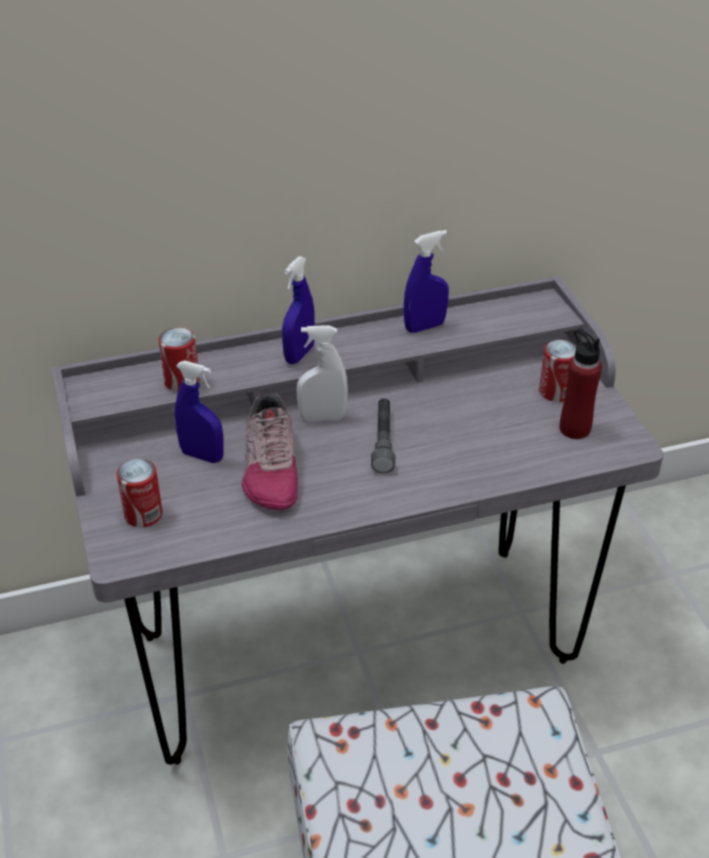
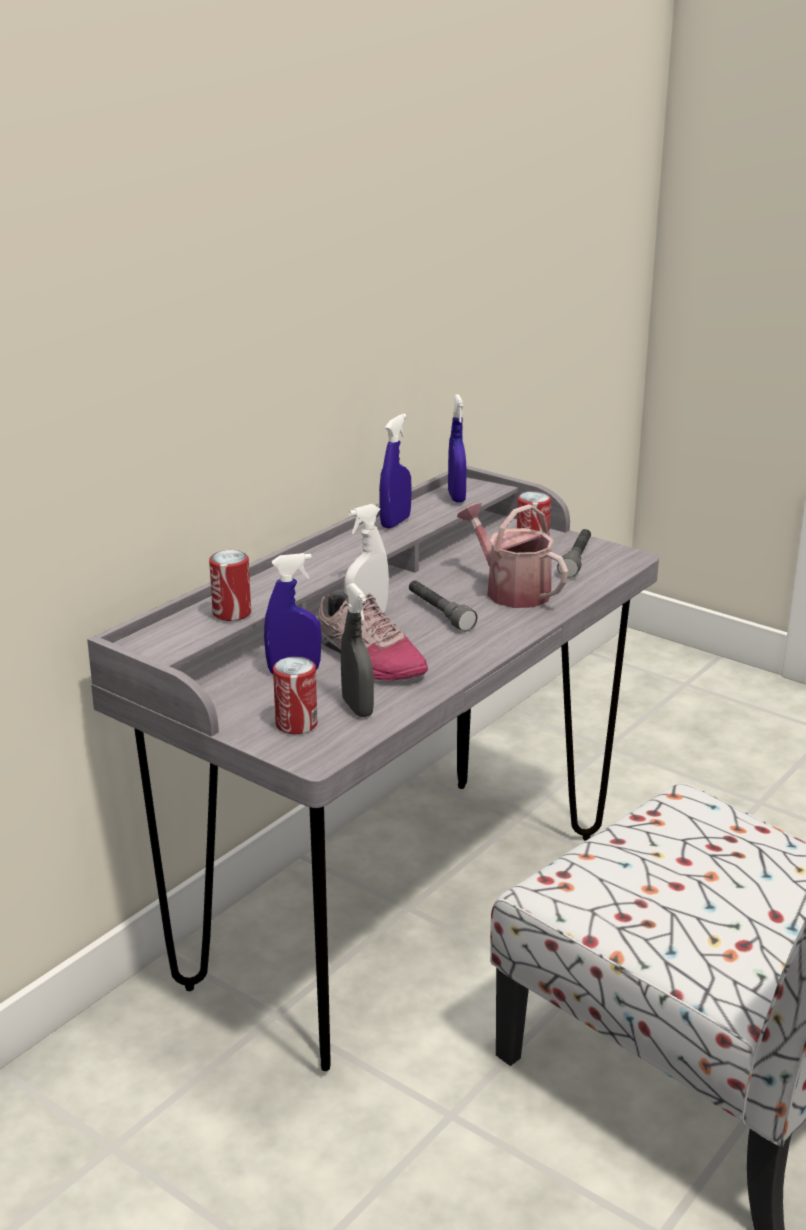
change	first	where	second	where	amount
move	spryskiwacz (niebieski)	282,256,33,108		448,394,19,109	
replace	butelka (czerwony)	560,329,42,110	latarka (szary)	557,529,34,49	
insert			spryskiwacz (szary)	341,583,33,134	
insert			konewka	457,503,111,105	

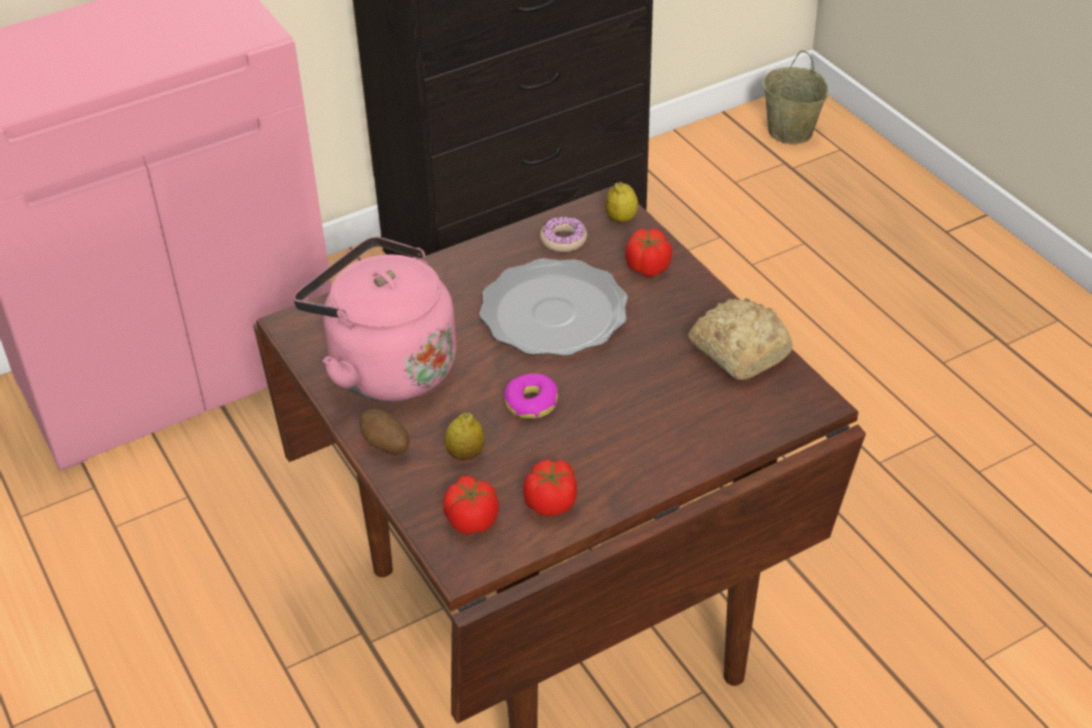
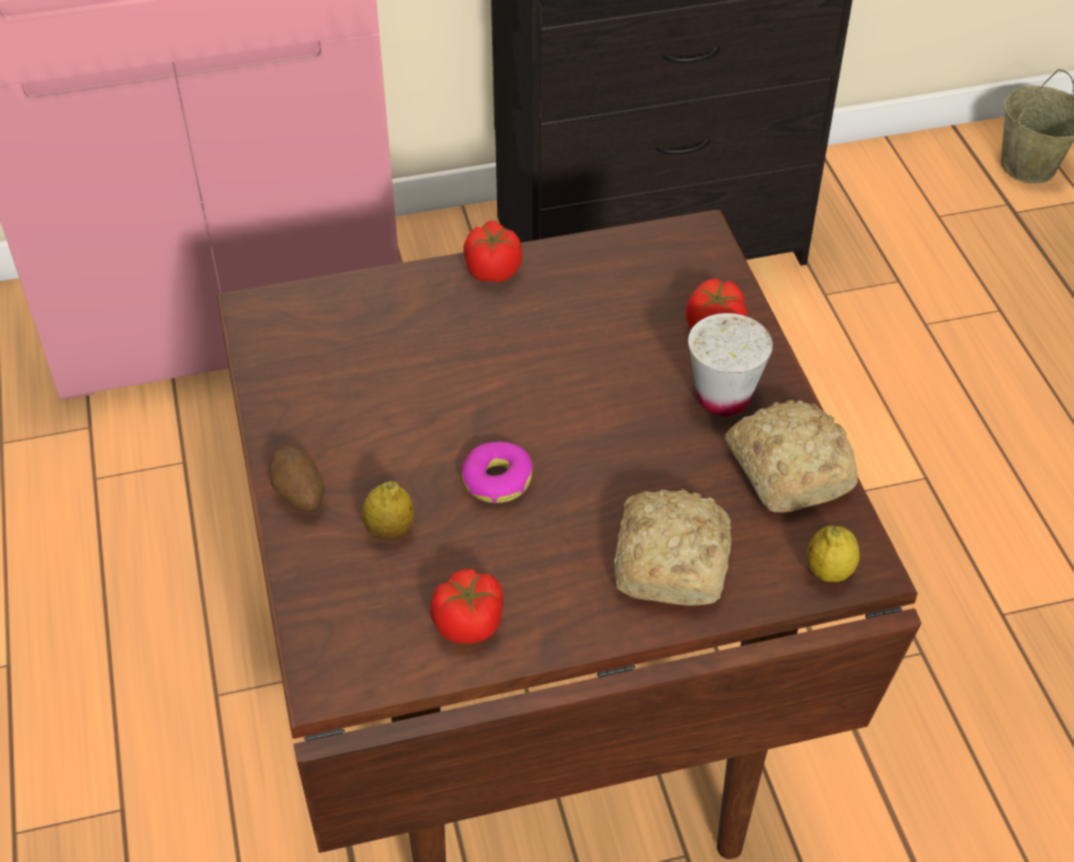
change	first	where	second	where	amount
delete	czajnik (różowy)	293,236,163,166			
move	pomidor	443,475,56,60		463,221,59,62	
delete	talerz	479,258,149,98			
delete	donut	540,217,47,35			
move	cytryna	605,182,33,41		807,526,53,56	
insert			chleb	614,489,117,116	
insert			filiżanka (biały)	688,313,85,103	

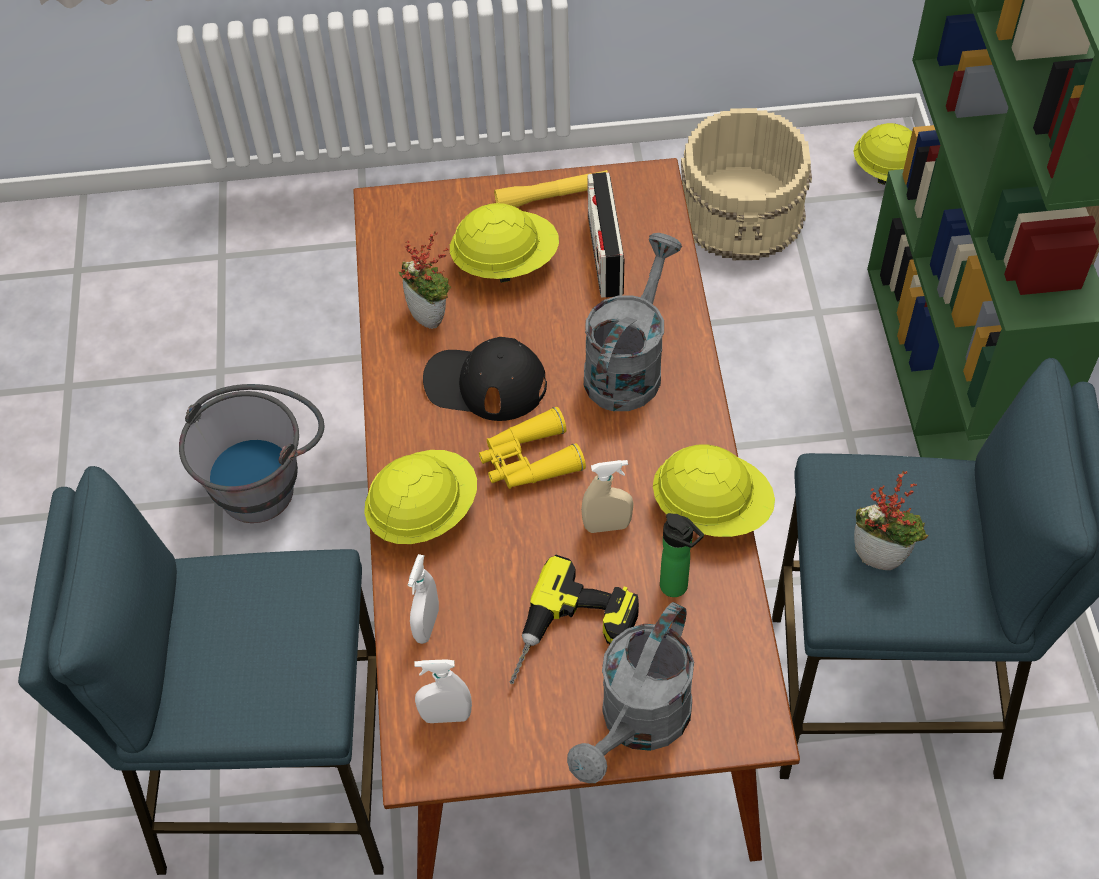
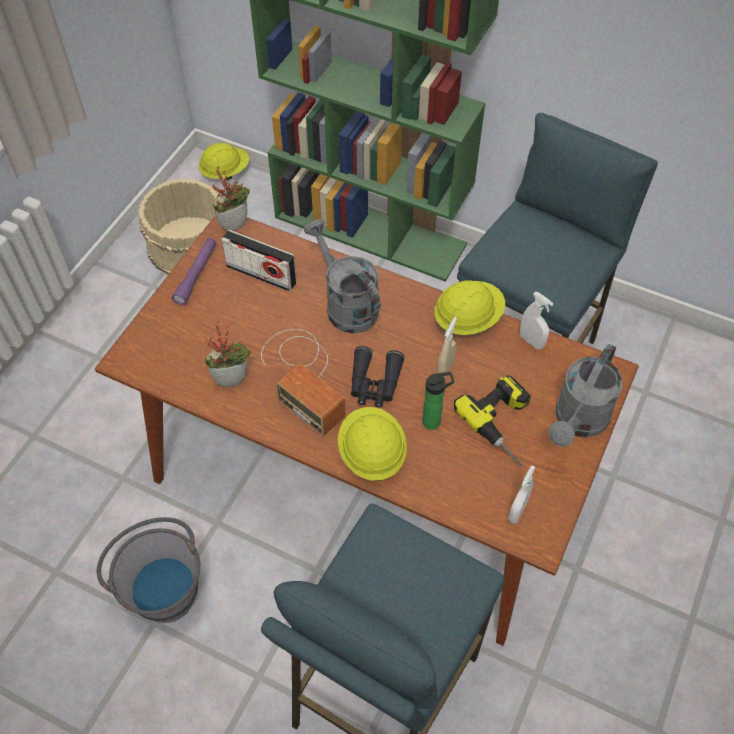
change	first	where	second	where	amount
move	spryskiwacz (biały)	408,554,31,90		520,292,34,57	
replace	czapka z daszkiem (czarny)	423,337,124,84	radio	261,329,84,108	
delete	kask (żółty)	450,203,109,80			
recolor	lornetka (żółty)	479,407,107,82	lornetka (czarny)	351,346,54,61	
recolor	latarka (żółty)	494,170,114,37	latarka (fioletowy)	172,238,45,67	
rotate	konewka (szary)	567,602,127,181		549,343,74,104	60 degrees clockwise
move	butelka	660,513,44,84		422,372,32,58	
move	roślina doniczkowa	854,471,75,99		212,166,38,66	

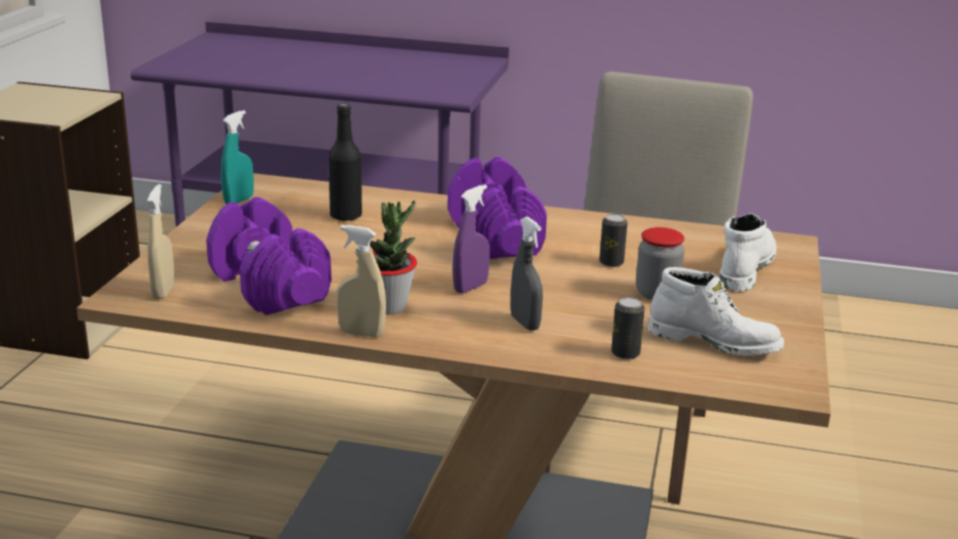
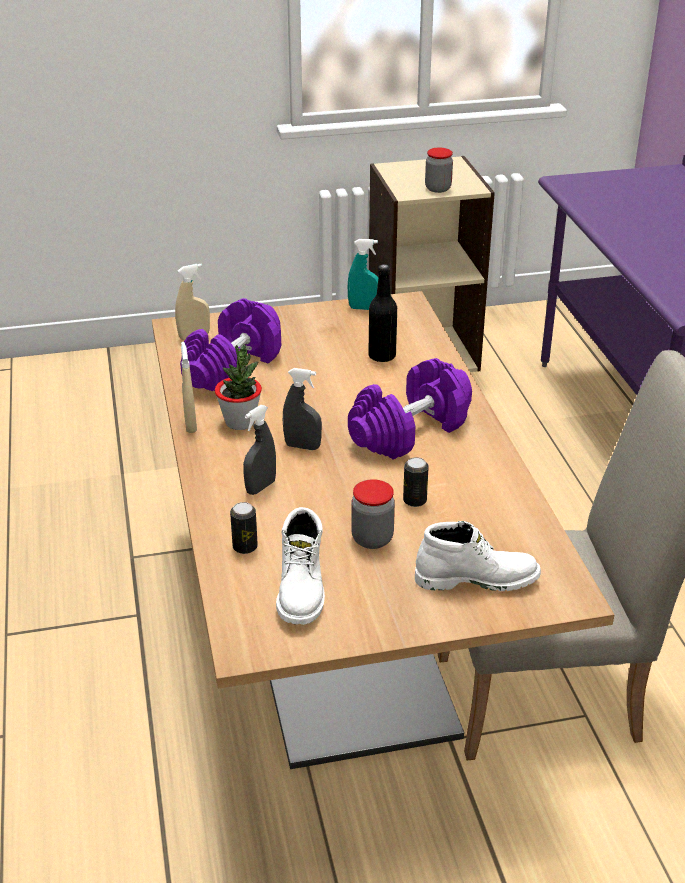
change	first	where	second	where	amount
recolor	spryskiwacz (fioletowy)	453,185,37,108	spryskiwacz (szary)	283,368,39,82	
insert			słoik	425,148,28,45	

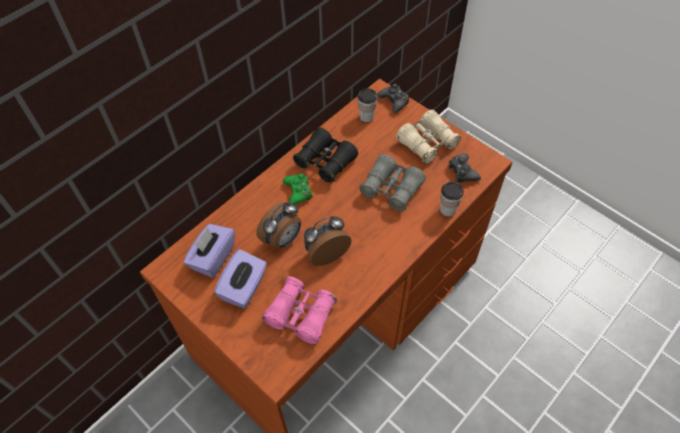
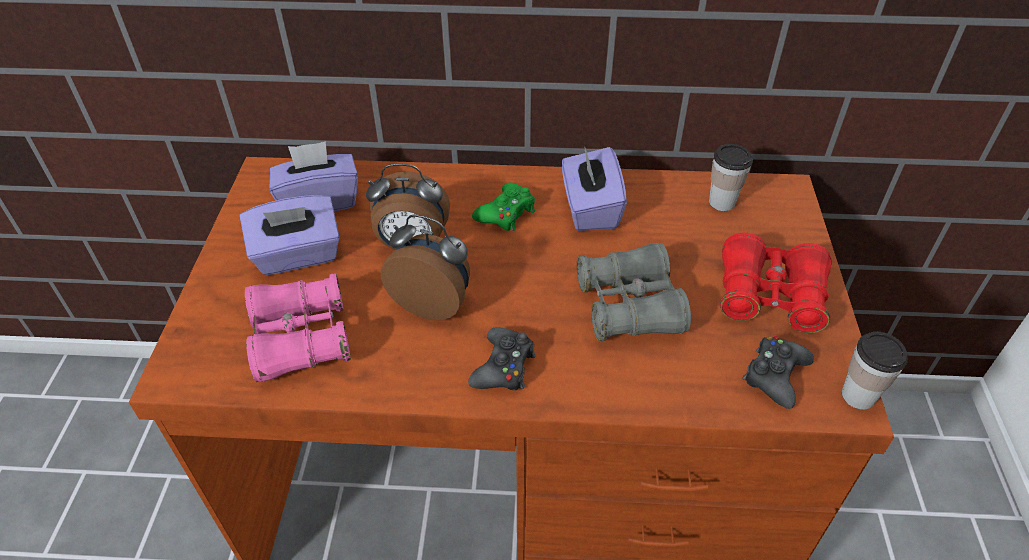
change	first	where	second	where	amount
replace	lornetka (czarny)	293,127,65,56	pudełko chusteczek (fioletowy)	562,146,65,85	
move	pad do gier (czarny)	377,84,32,29		468,327,68,63	
recolor	lornetka (beżowy)	396,110,65,54	lornetka (czerwony)	720,233,112,100	
move	filiżanka	440,182,24,34		842,332,66,78	

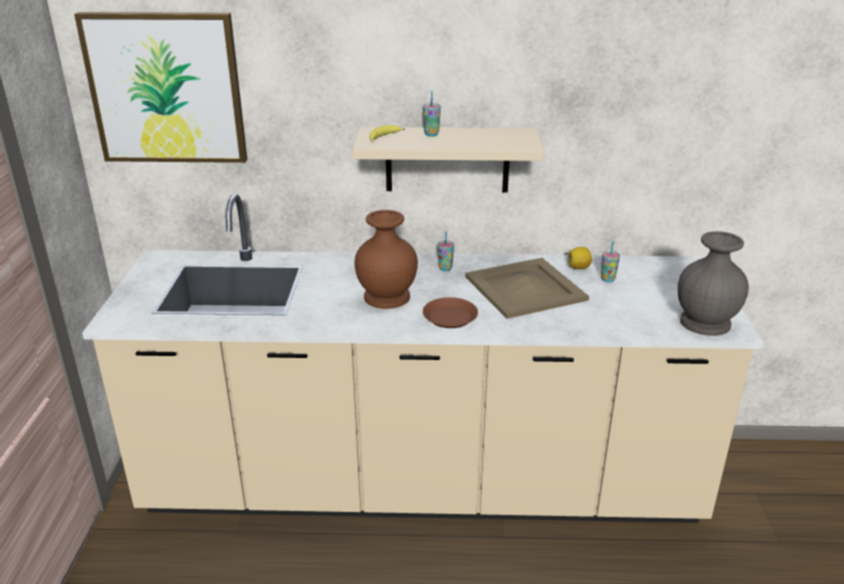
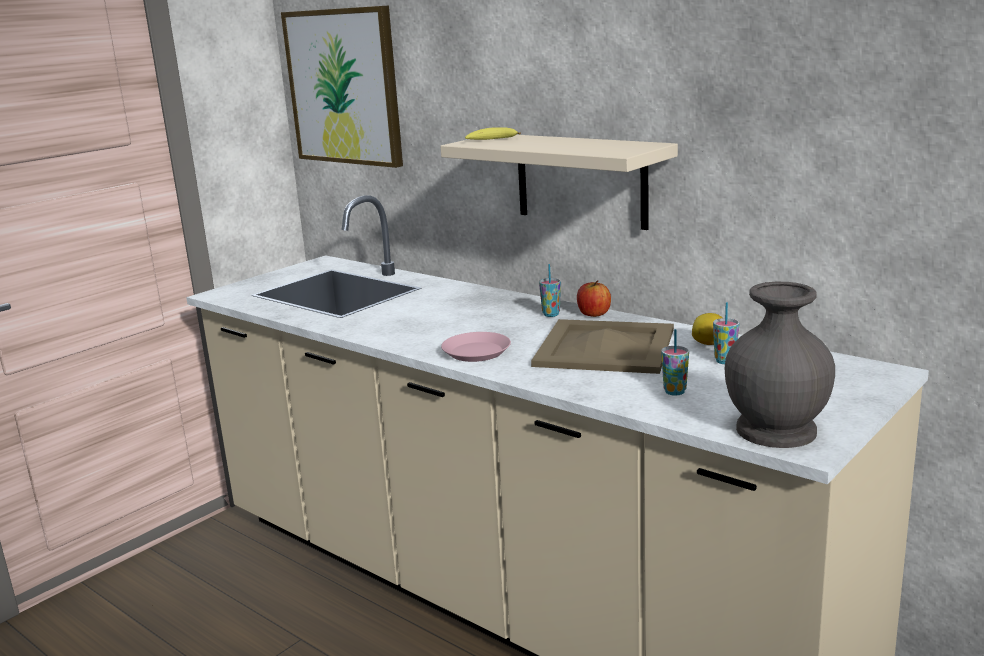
change	first	where	second	where	amount
delete	wazon (brązowy)	354,210,64,99			
move	filiżanka	423,91,18,46		661,329,28,67	
recolor	talerz (brązowy)	423,297,55,31	talerz (różowy)	441,332,70,30	
insert			jabłko	577,280,34,37	

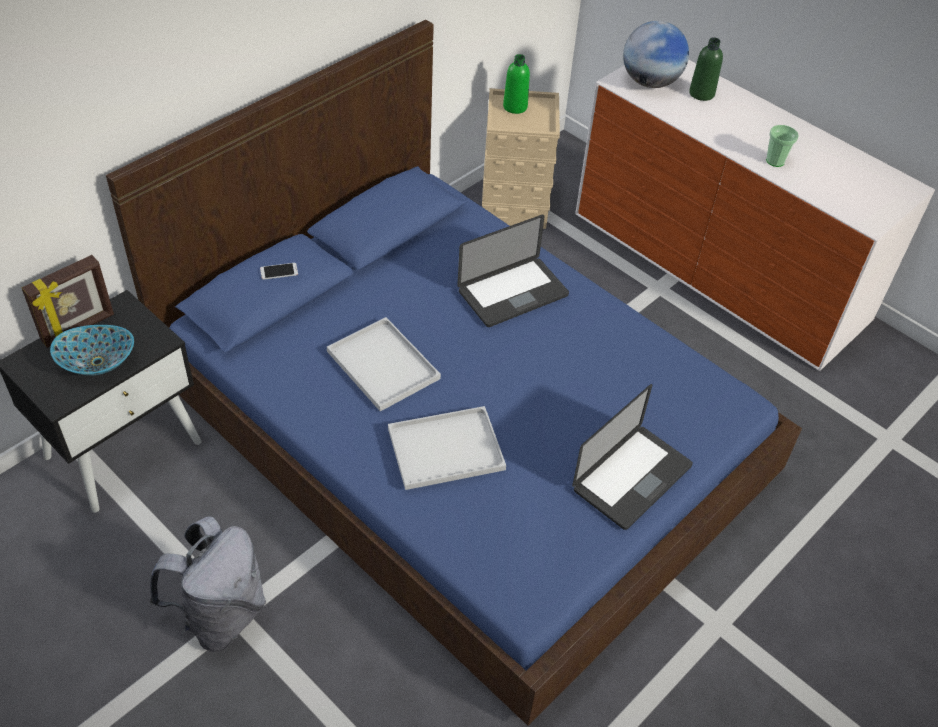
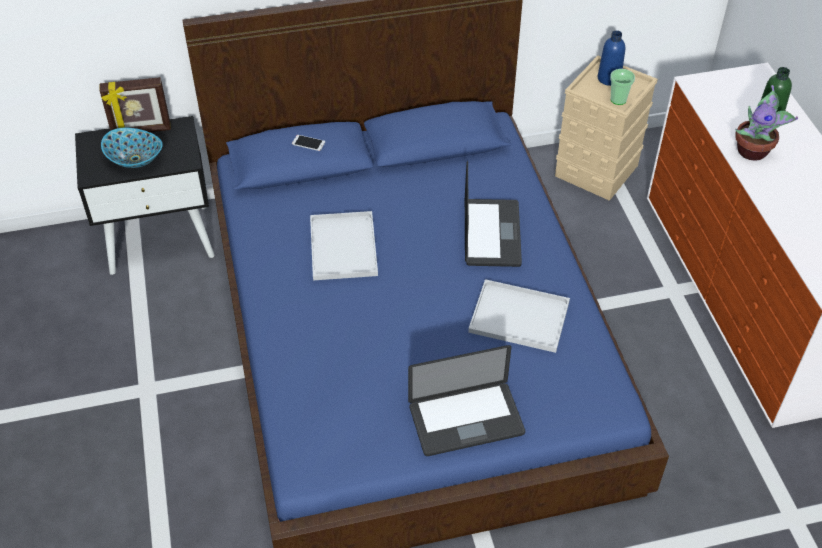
change	first	where	second	where	amount
delete	plecak (szary)	149,516,117,136			
move	taca (biały)	388,406,118,84		468,279,102,74	
rotate	laptop	457,215,112,112		465,161,57,106	90 degrees counterclockwise
recolor	butelka (zielony)	503,54,27,60	butelka (niebieski)	598,30,27,56	
delete	globus	623,21,66,67			
move	filiżanka	766,125,33,42		610,69,25,36	
insert			roślina doniczkowa	735,85,63,76	

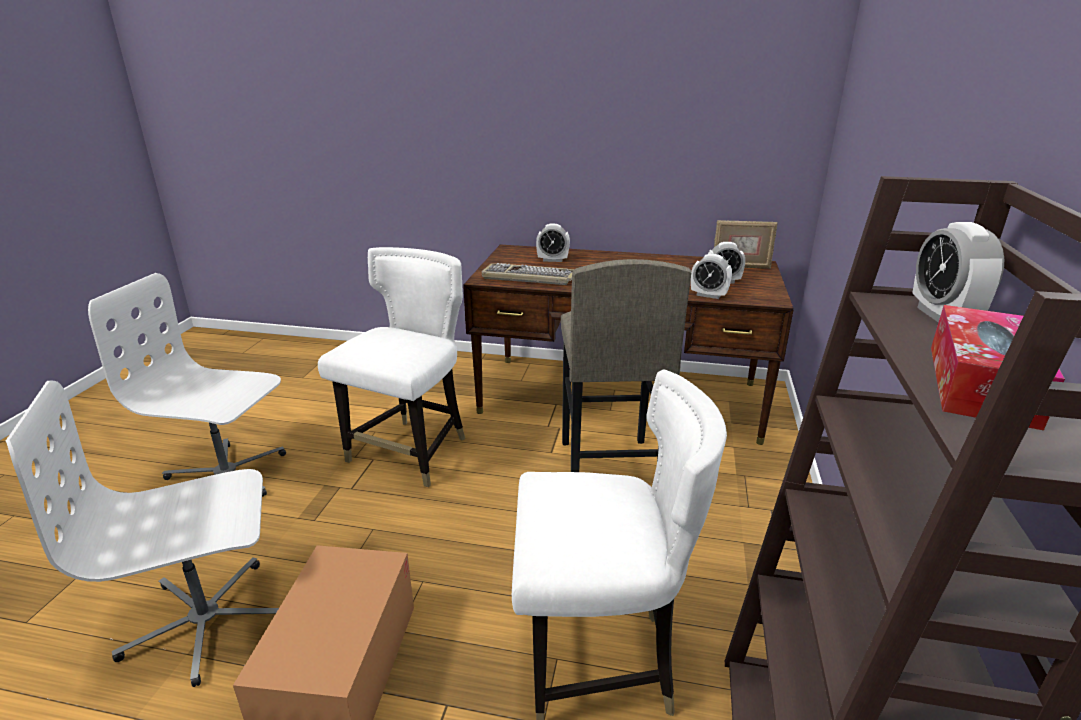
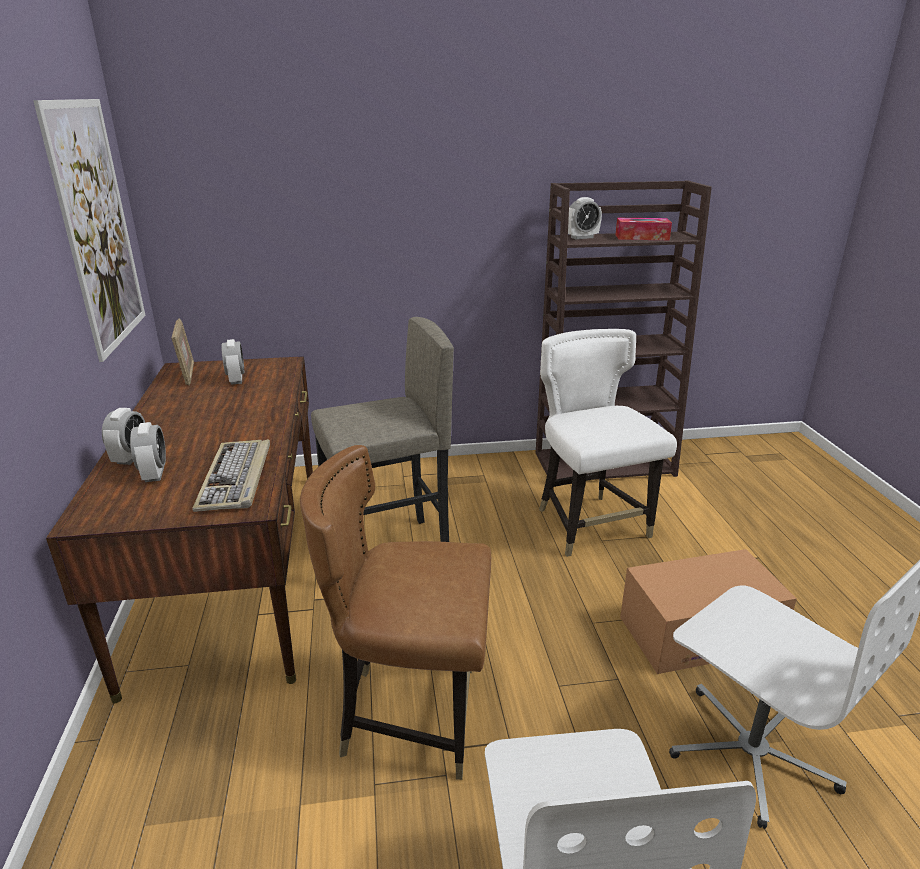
change	first	where	second	where	amount
recolor	krzesło (biały)	318,247,147,240	krzesło (brązowy)	300,445,191,335	
move	budzik	691,254,41,45		102,408,43,57	
insert			obraz	33,99,113,263	

